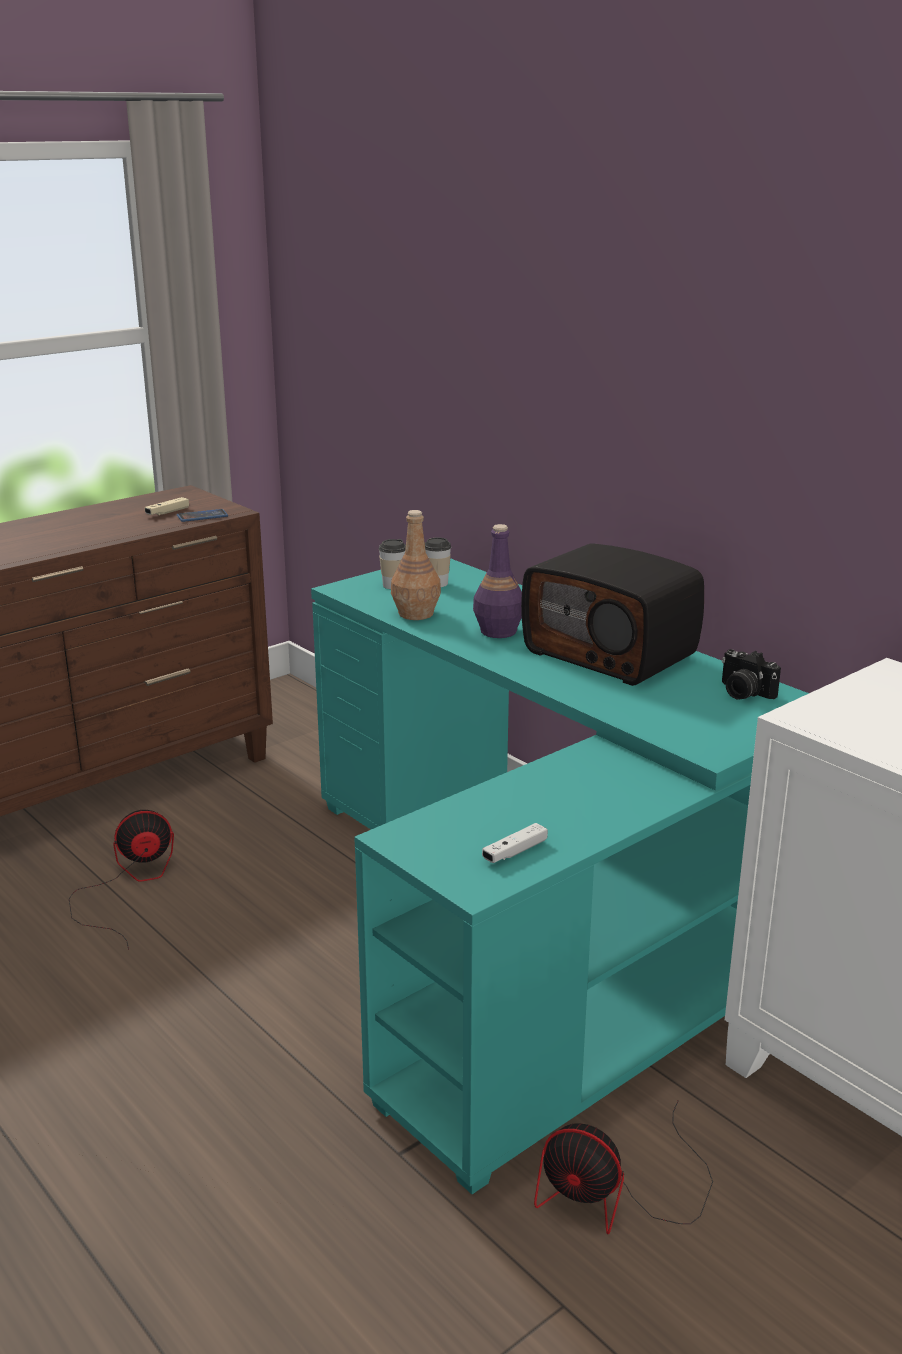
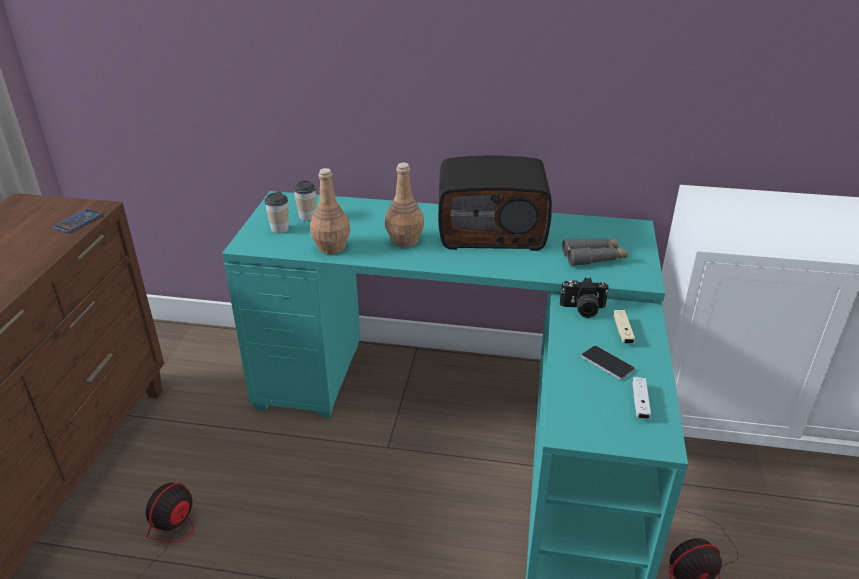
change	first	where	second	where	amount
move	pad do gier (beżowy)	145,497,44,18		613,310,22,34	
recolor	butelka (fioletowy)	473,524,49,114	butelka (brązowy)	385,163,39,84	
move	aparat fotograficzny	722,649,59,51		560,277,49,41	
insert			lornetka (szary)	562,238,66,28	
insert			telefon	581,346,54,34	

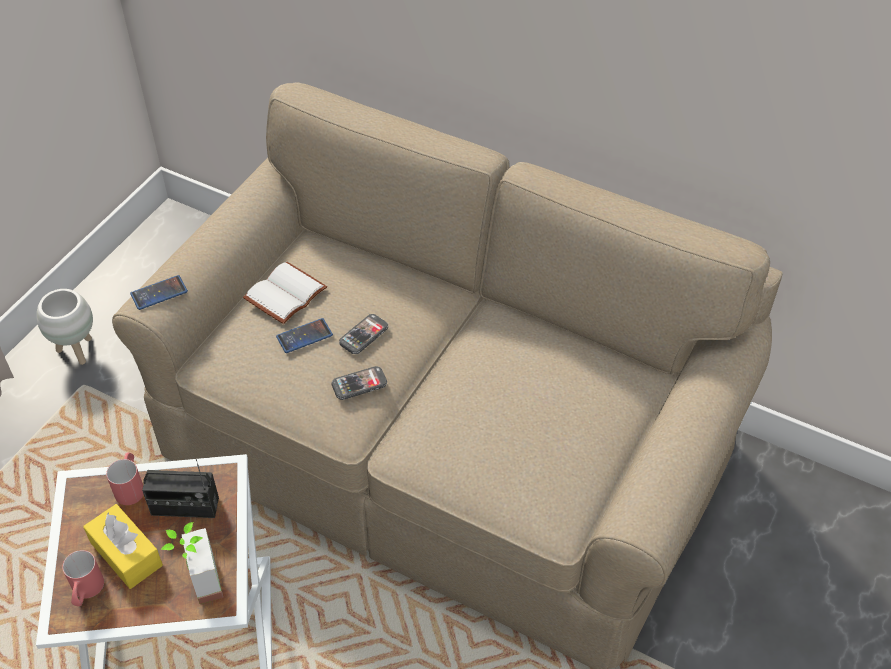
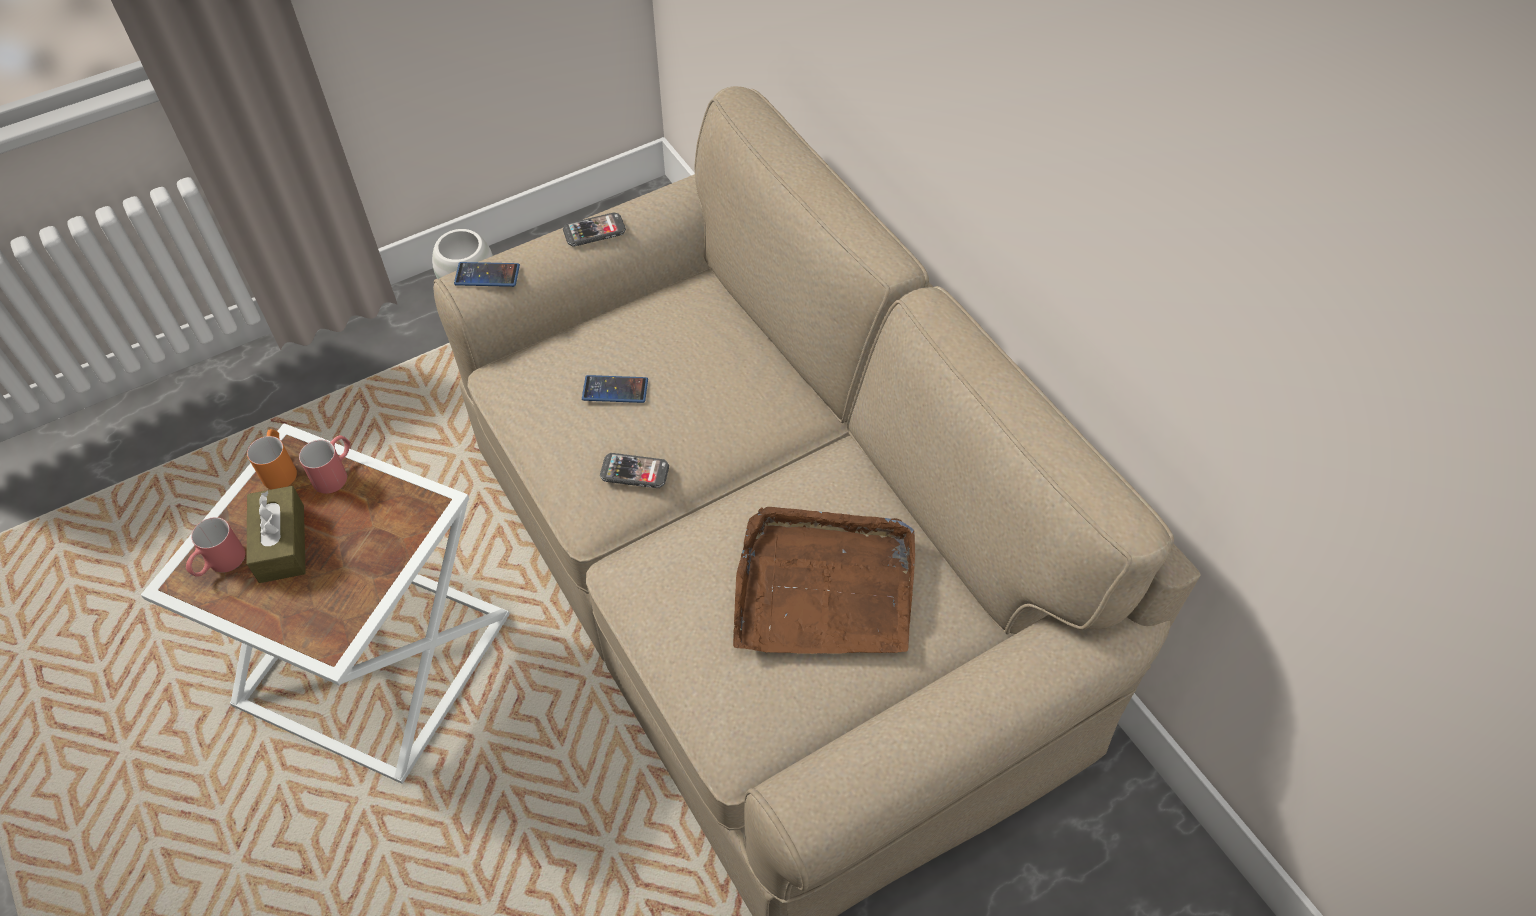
change	first	where	second	where	amount
recolor	pudełko chusteczek (żółty)	83,504,80,85	pudełko chusteczek (brązowy)	247,486,59,97	
delete	radio	142,459,77,59			
delete	roślina doniczkowa	160,522,63,82			
delete	książka (biały)	243,262,84,62			
move	telefon	339,314,49,40		563,212,63,35	
insert			kubek (pomarańczowy)	247,429,50,61	
insert			taca (brązowy)	733,507,182,147	

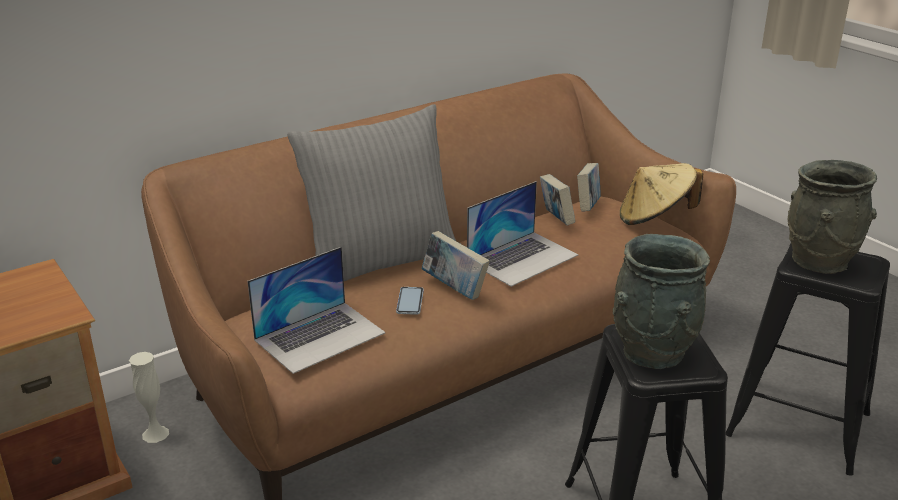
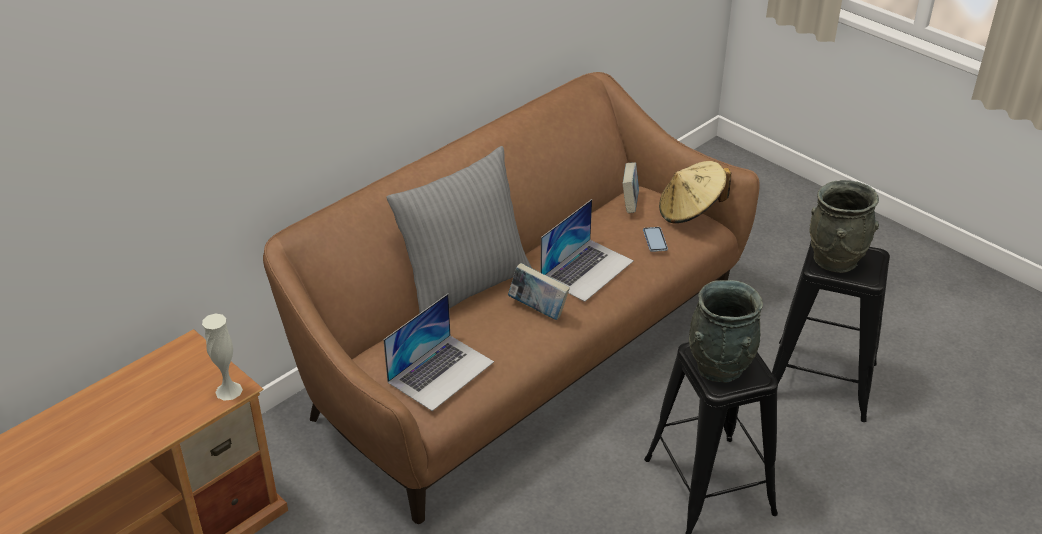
change	first	where	second	where	amount
move	wazon (biały)	129,352,40,91		202,314,41,87	
move	telefon	396,287,28,28		643,227,25,25	
delete	książka	540,174,35,52			

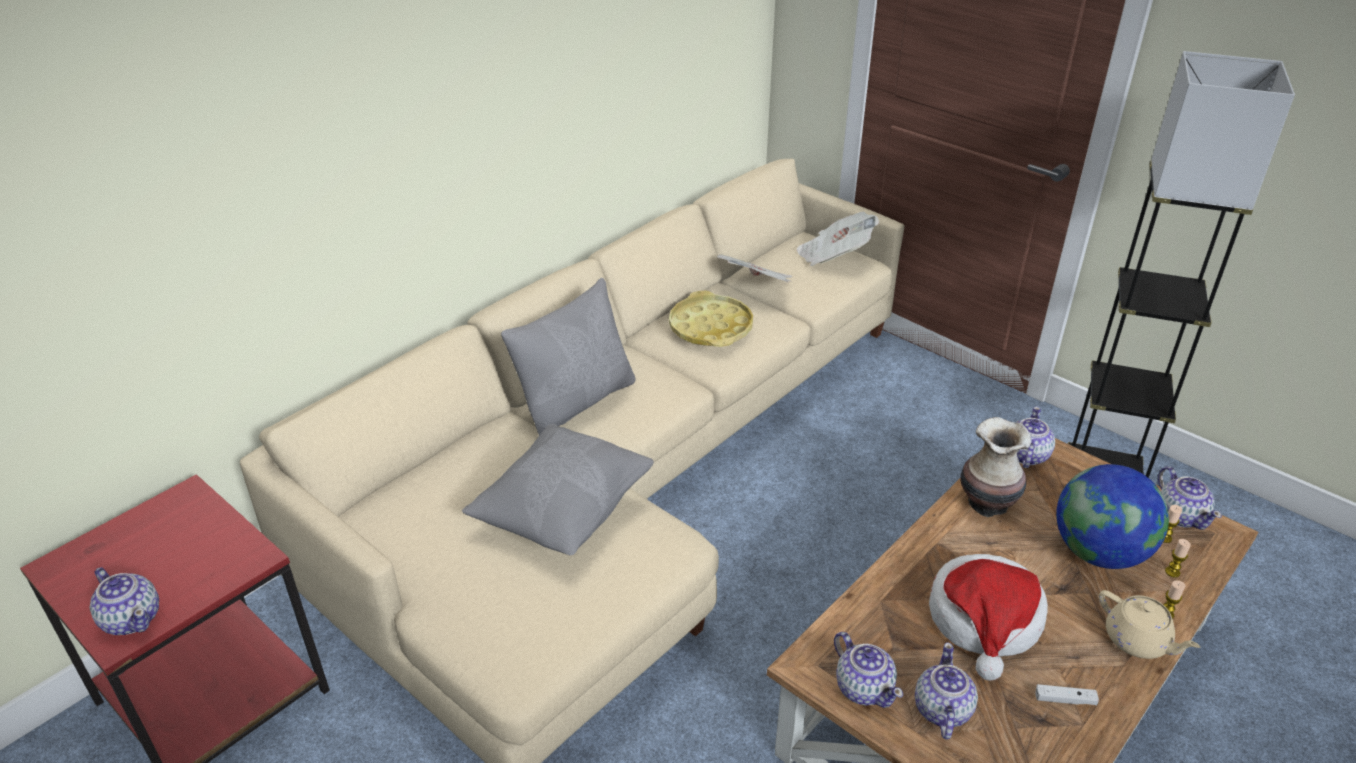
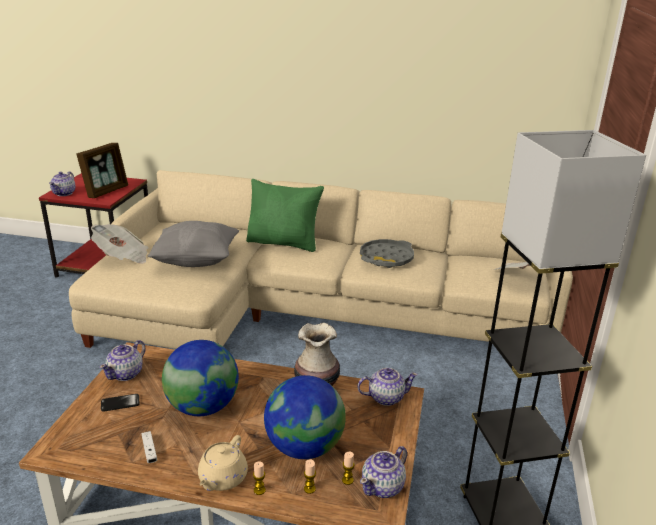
change	first	where	second	where	amount
recolor	poduszka (szary)	501,278,135,157	poduszka (zielony)	246,179,78,73	
recolor	taca (żółty)	669,291,84,56	taca (szary)	360,239,54,29	
move	gazeta	717,254,75,28		91,224,57,40	
replace	imbryk	915,643,63,96	telefon	101,394,39,18	
replace	kapelusz	929,554,119,127	globus	162,340,77,76	
insert			ramka na zdjęcie	76,143,52,55	

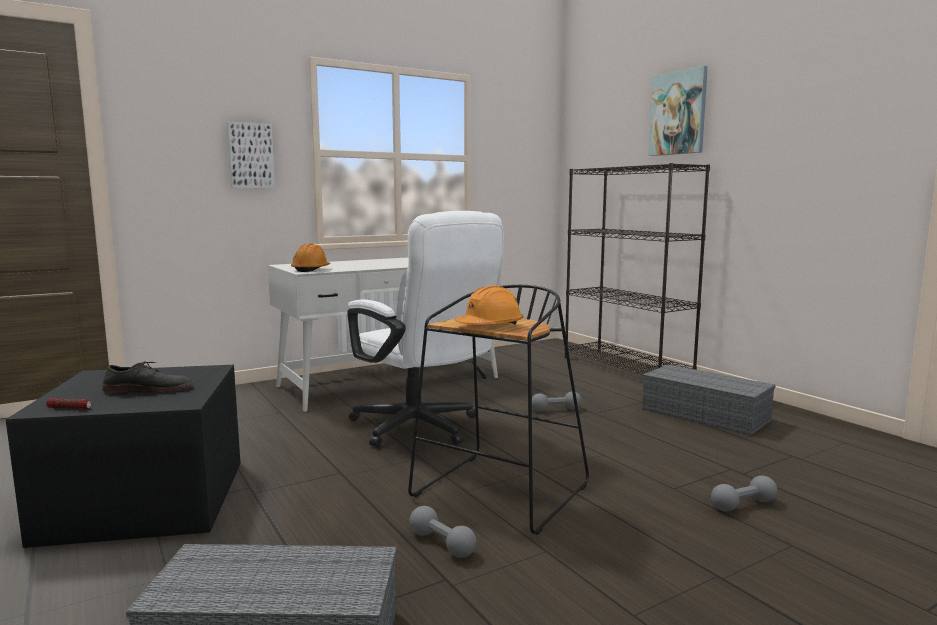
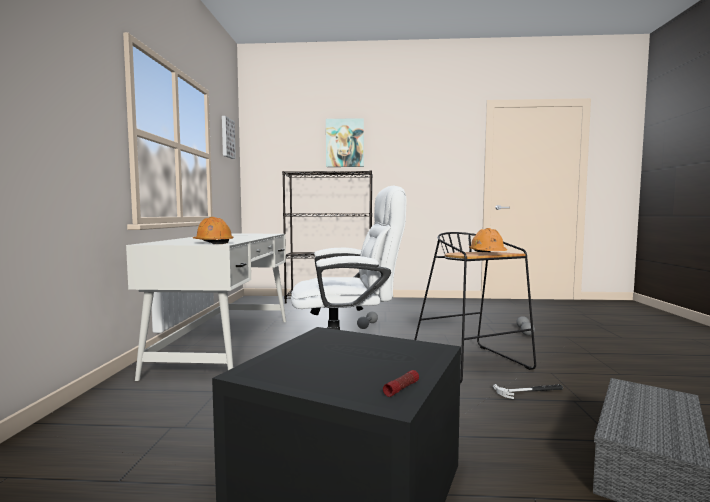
change	first	where	second	where	amount
delete	but (szary)	102,361,92,32			
move	obraz	227,122,48,66		222,116,14,43	
replace	hantel (szary)	409,506,67,52	młotek	493,384,70,15	
delete	pojemnik do przechowywania (szary)	642,365,133,71			

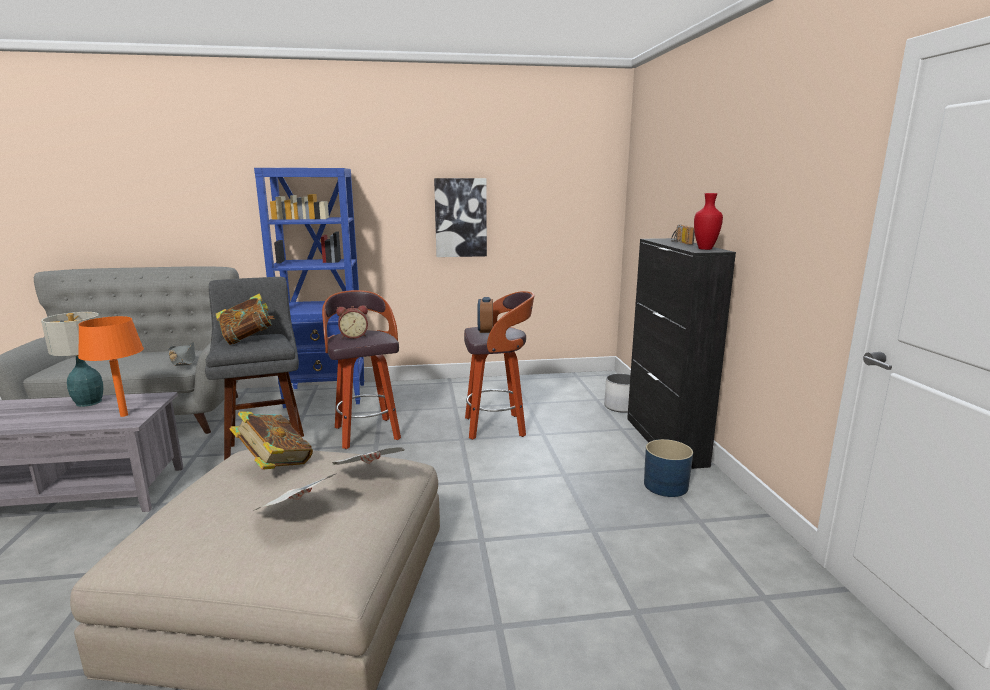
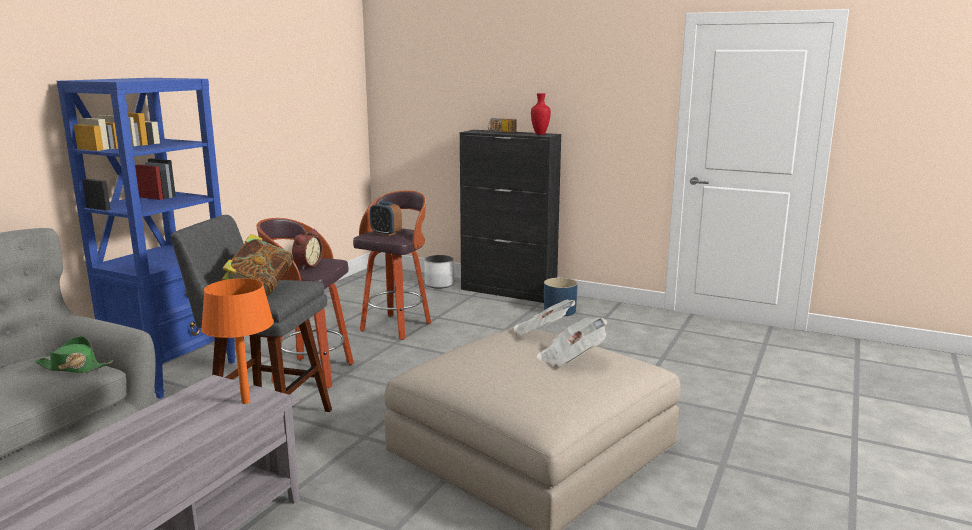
change	first	where	second	where	amount
delete	lampa stołowa	41,312,62,95			
recolor	kapelusz (szary)	168,342,28,24	kapelusz (zielony)	35,336,78,37	
delete	książka	230,411,83,59			
delete	obraz	434,178,53,79			

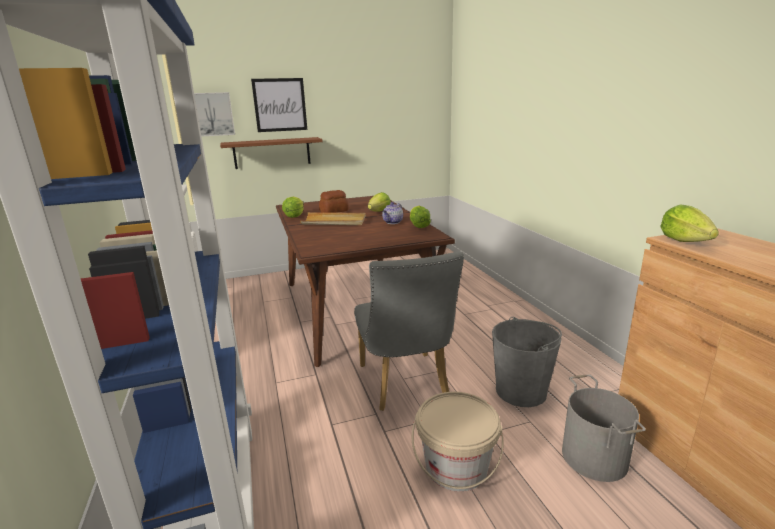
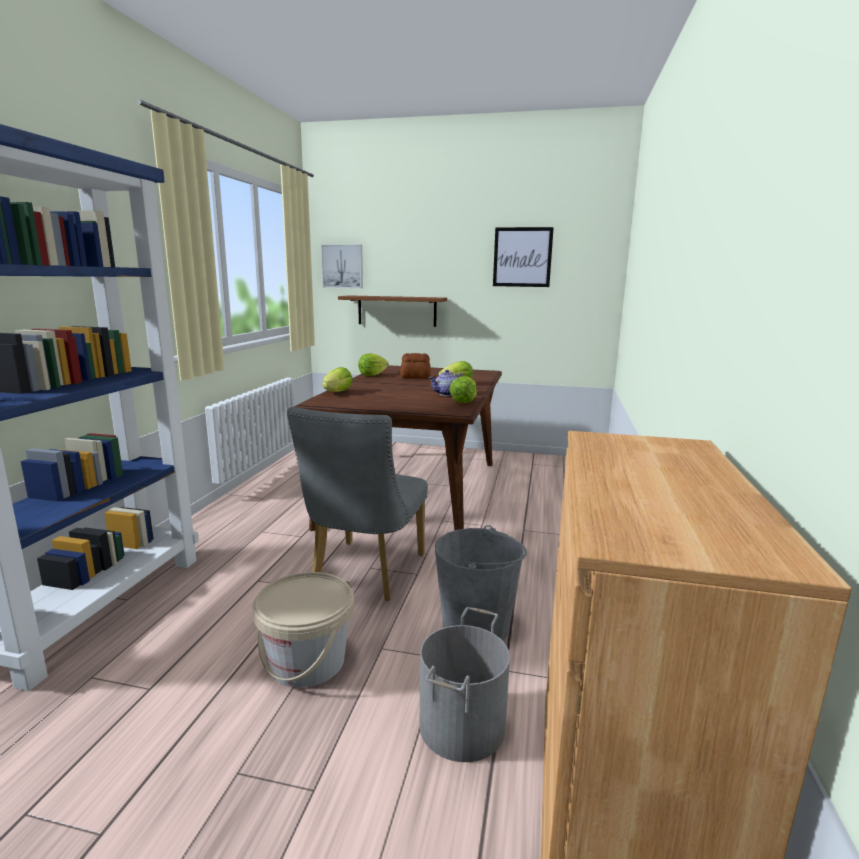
change	first	where	second	where	amount
move	obraz	251,78,56,54		493,227,61,60	
delete	taca (beżowy)	300,212,66,13			
move	sałata	660,204,59,38		322,367,31,25	

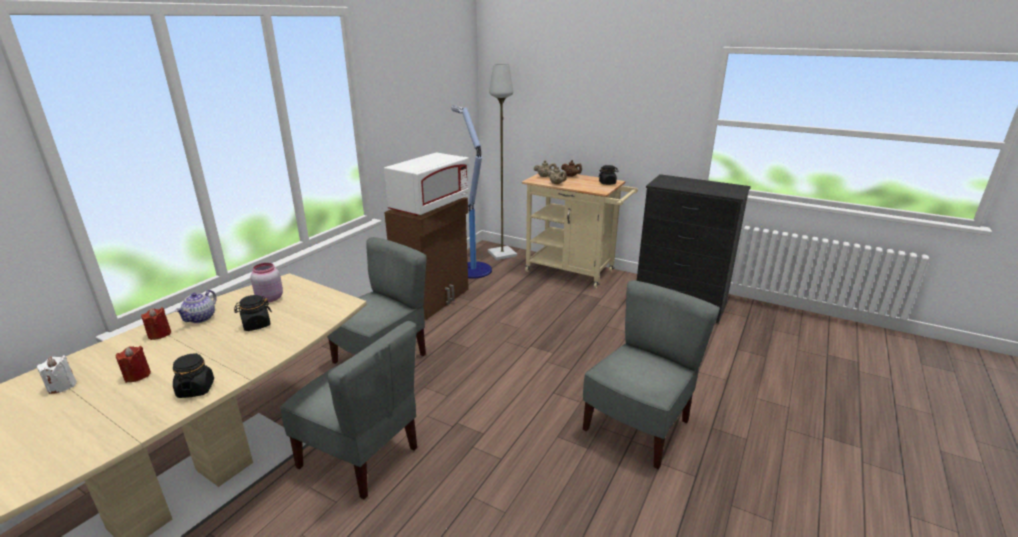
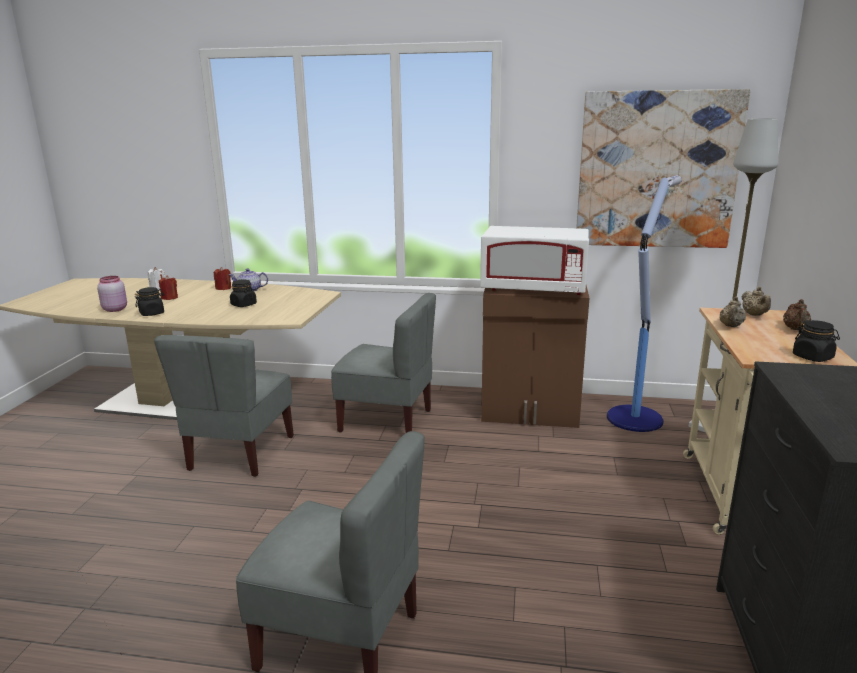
change	first	where	second	where	amount
move	słoik (różowy)	251,263,32,39		97,276,30,36	
insert			obraz	576,89,175,159	

